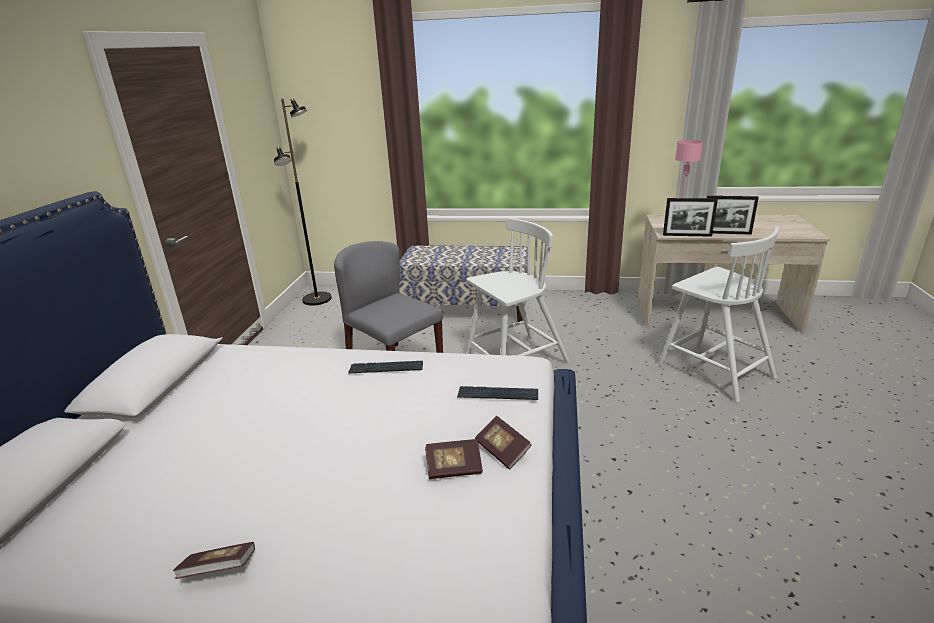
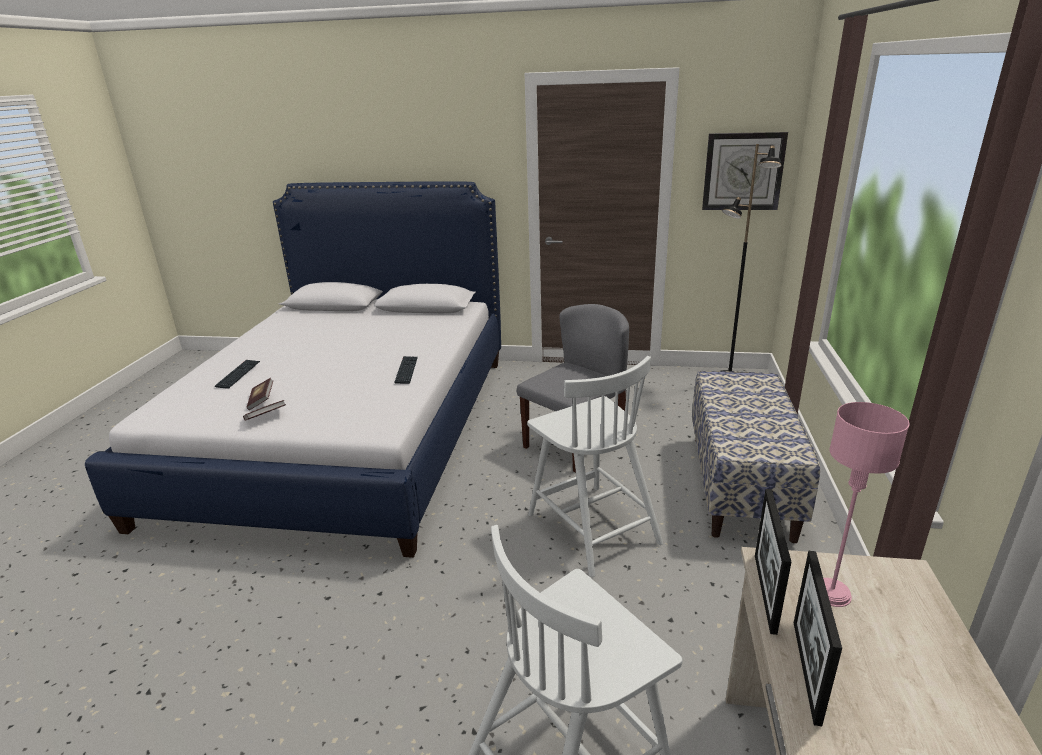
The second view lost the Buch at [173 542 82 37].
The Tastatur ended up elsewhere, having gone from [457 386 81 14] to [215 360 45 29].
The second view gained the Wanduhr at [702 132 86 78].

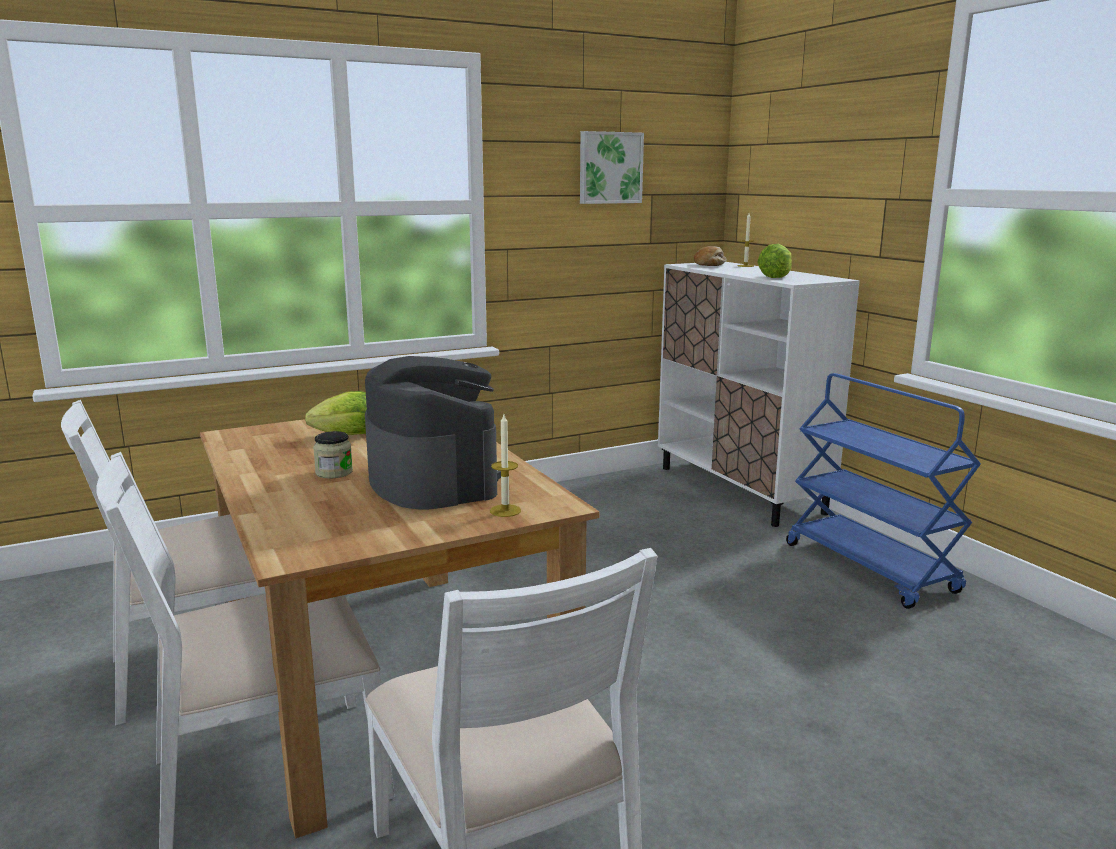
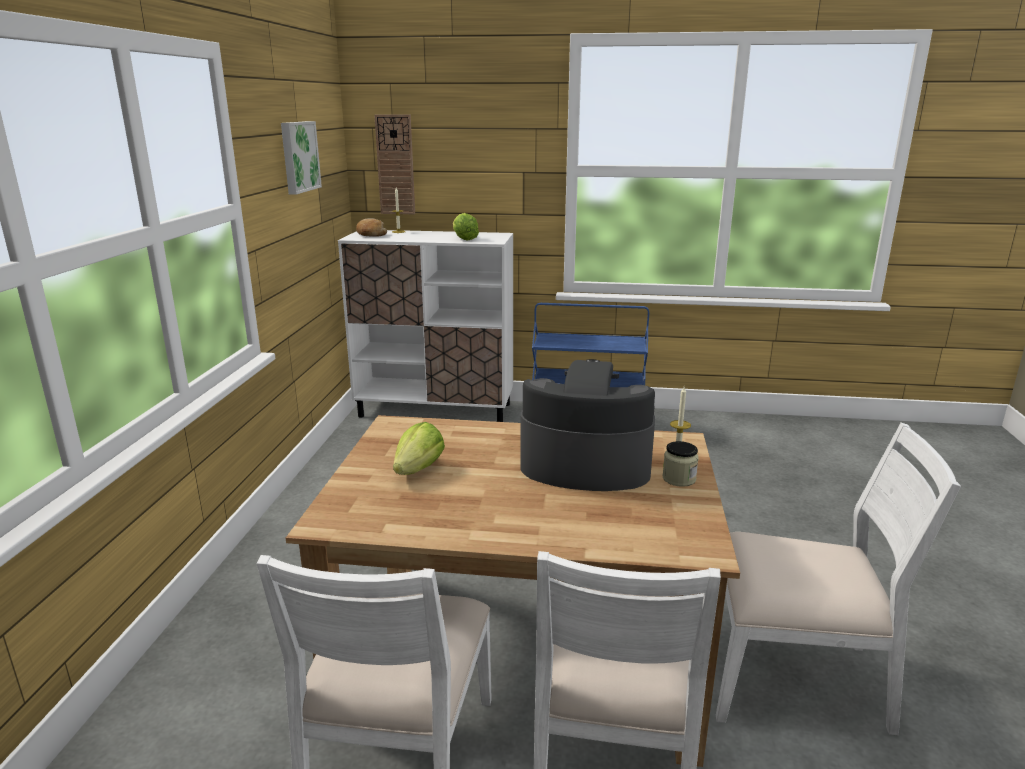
The Vorratsglas ended up elsewhere, having gone from [313 431 40 48] to [663 441 36 46].
The second view gained the Wanduhr at [374 115 41 99].

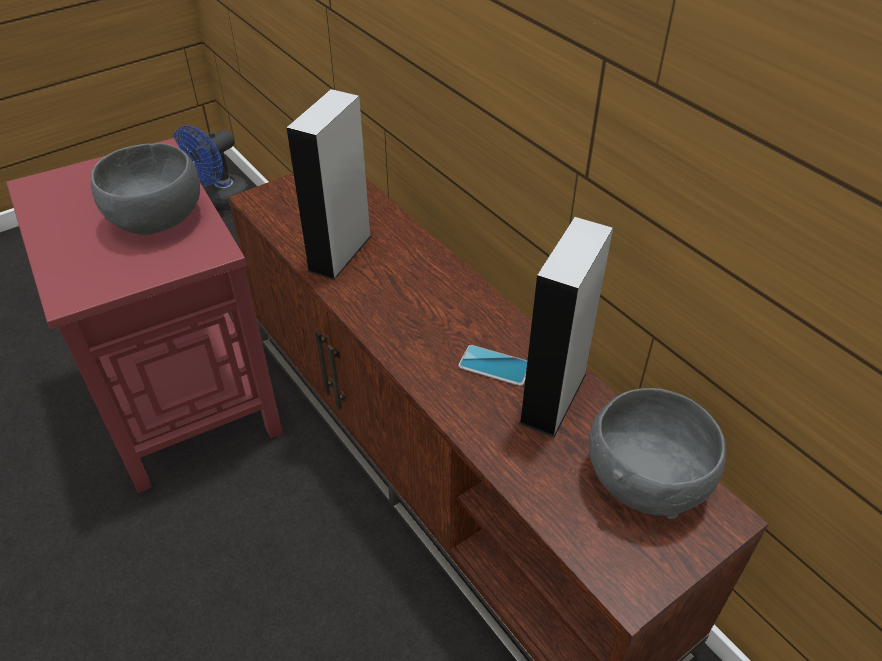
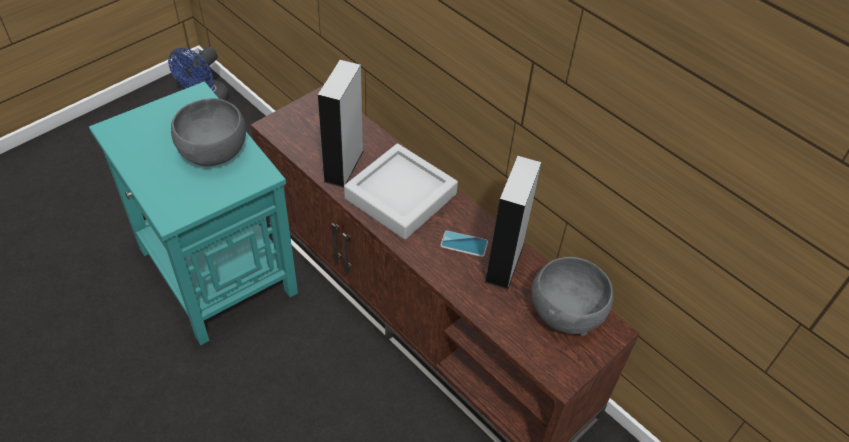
What was the Beistelltisch (rot) at [6 138 277 355] turned into the Beistelltisch (türkis) at [89 81 209 264].
The second view gained the Tablett (grau) at [344 143 114 96].

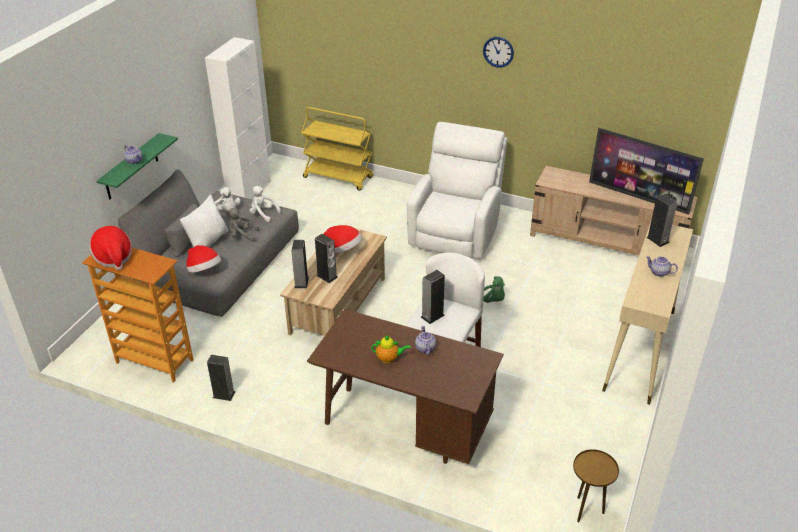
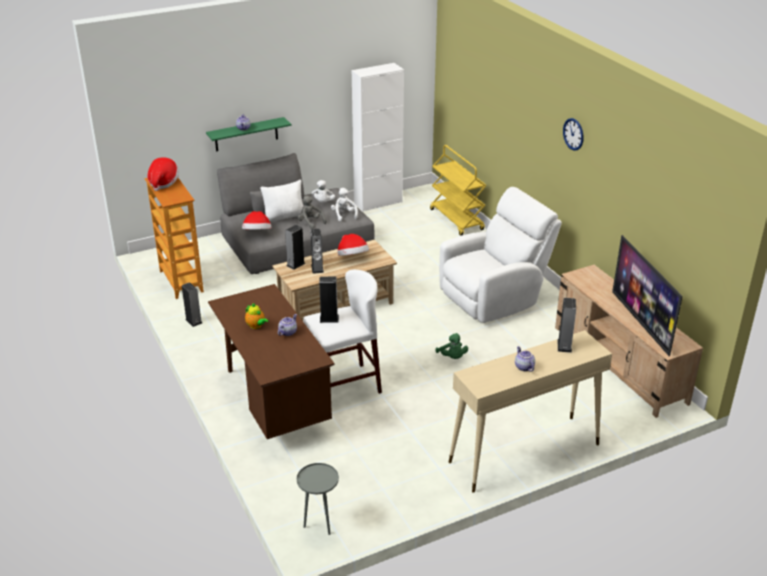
What was the Beistelltisch (braun) at [573 449 46 73] turned into the Beistelltisch (grau) at [297 463 42 72].

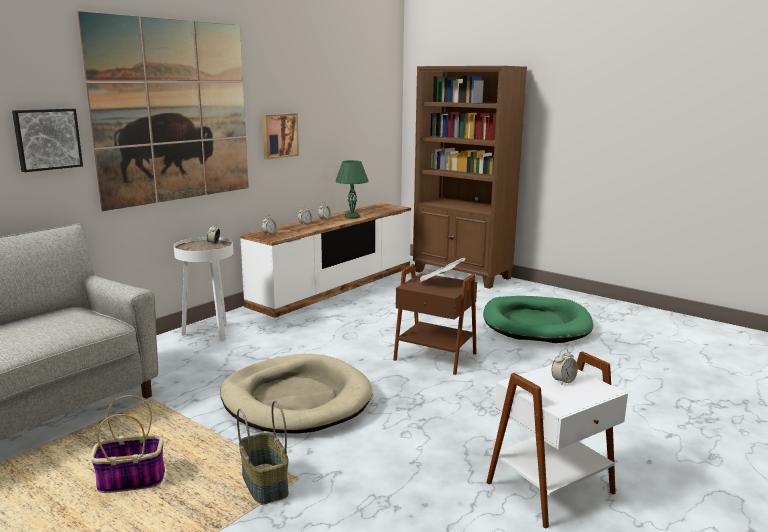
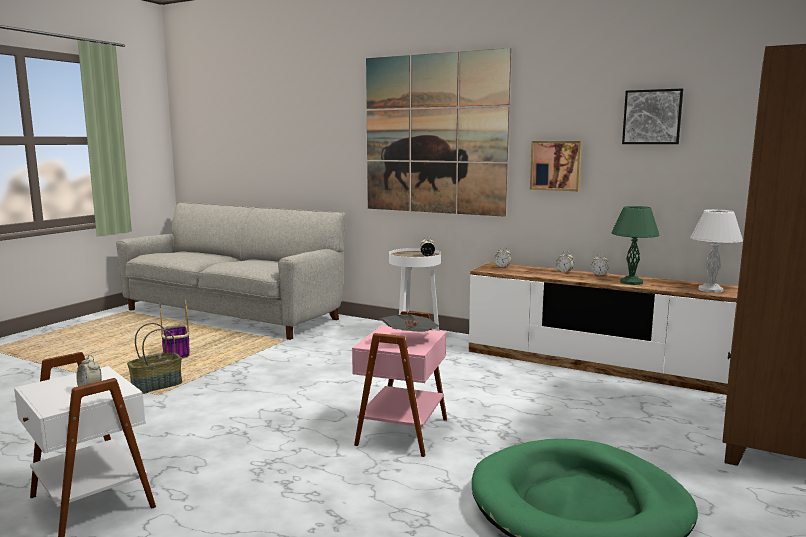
The Bild ended up elsewhere, having gone from [12 109 71 63] to [622 88 61 56].
The second view lost the Hundebett (beige) at [221 354 151 80].
What was the Beistelltisch (braun) at [393 264 84 111] turned into the Beistelltisch (rosa) at [352 311 95 146].
The second view gained the Tischlampe (weiß) at [690 209 53 84].

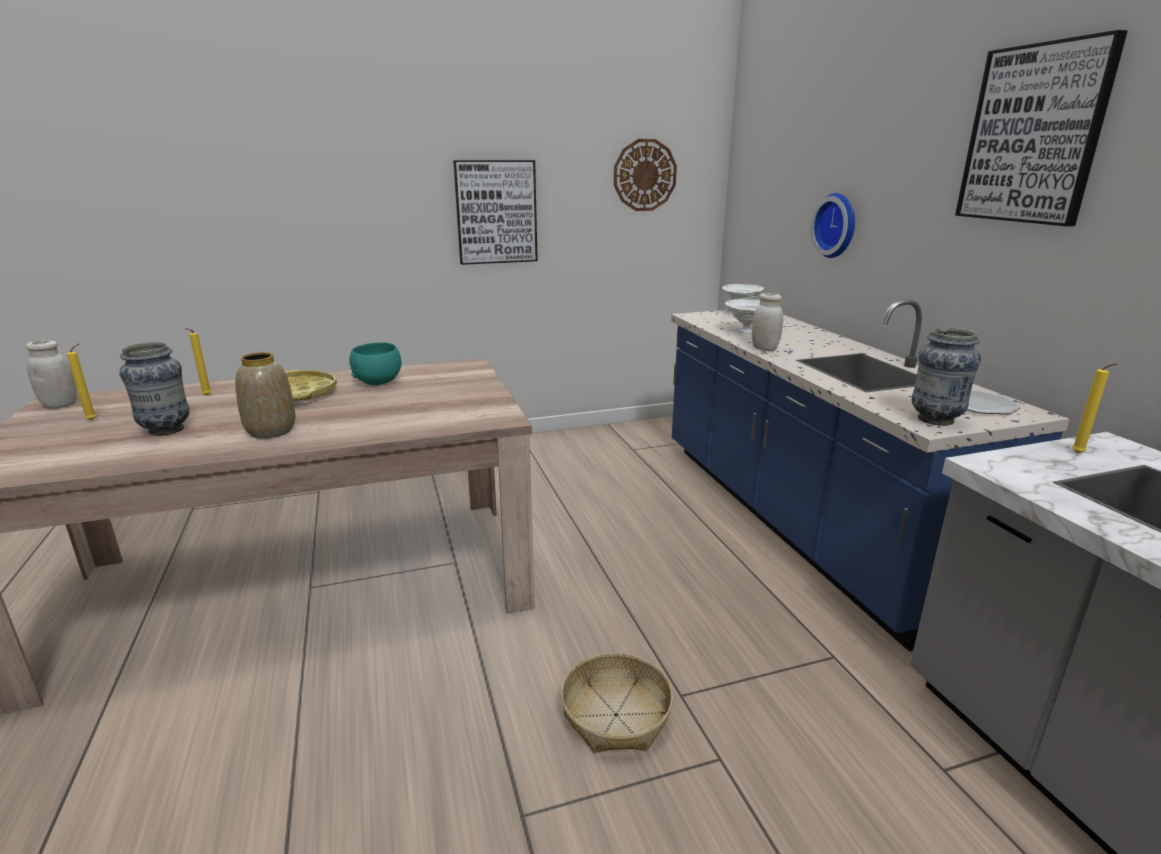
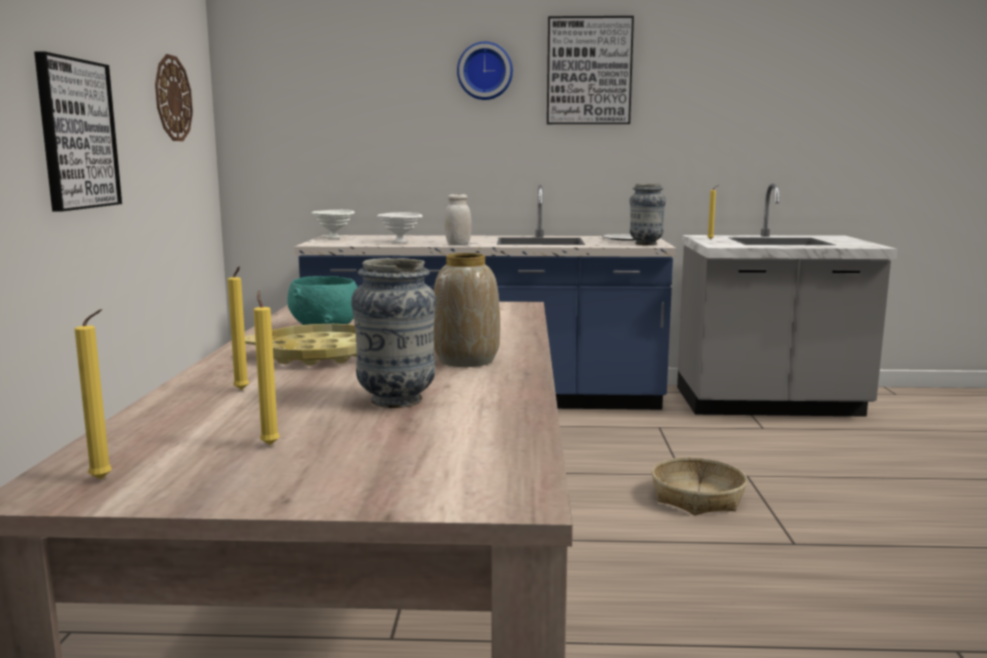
Where the Vorratsglas (weiß) stood at [25 340 52 68], the Kerze (gelb) came to stand at [74 309 38 170].
The Wanduhr ended up elsewhere, having gone from [810 193 45 65] to [457 41 56 59].

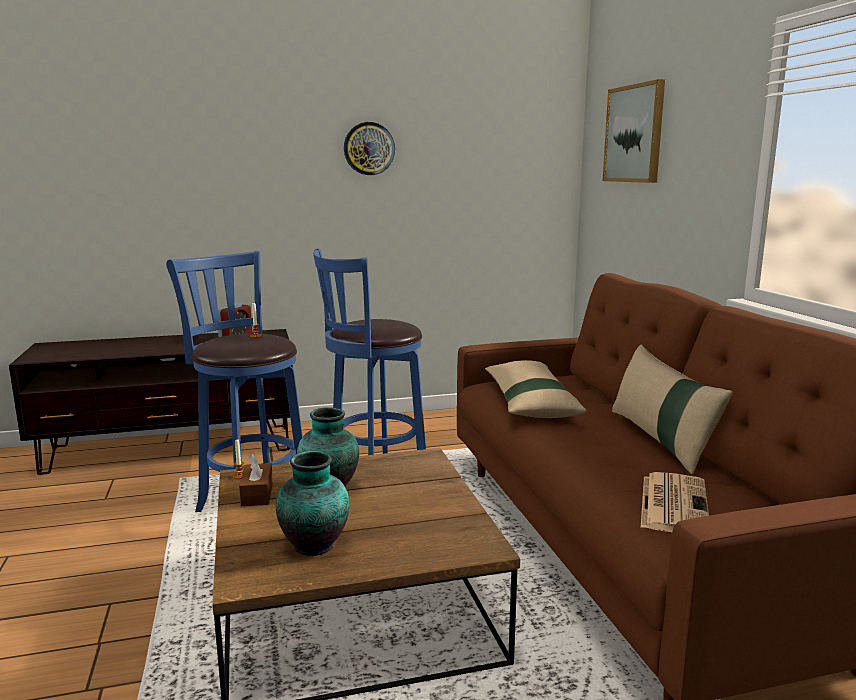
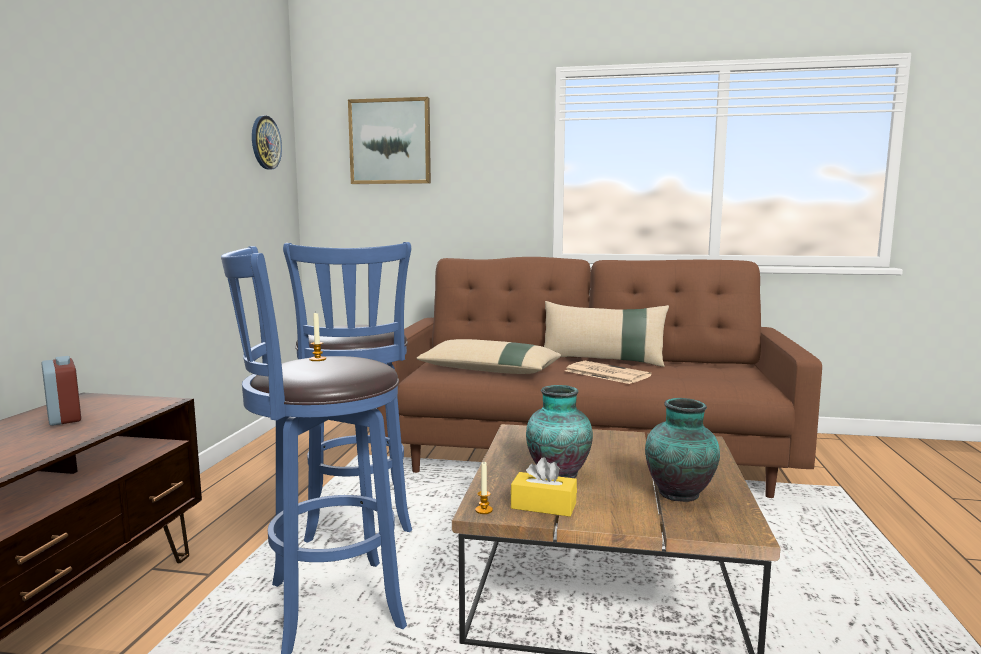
What was the Taschentuchbox (braun) at [239 454 34 52] turned into the Taschentuchbox (gelb) at [511 458 66 59].
The Wanduhr ended up elsewhere, having gone from [344 122 51 53] to [252 116 30 54].
The Zeitung ended up elsewhere, having gone from [641 472 68 60] to [565 361 86 23].

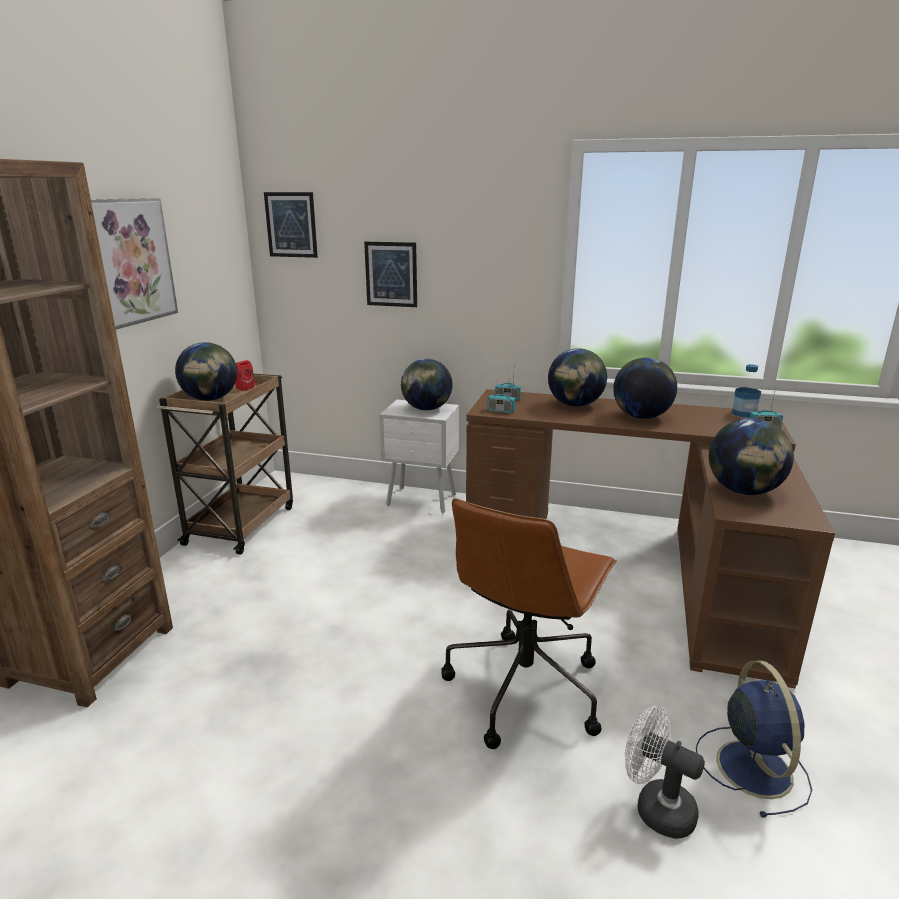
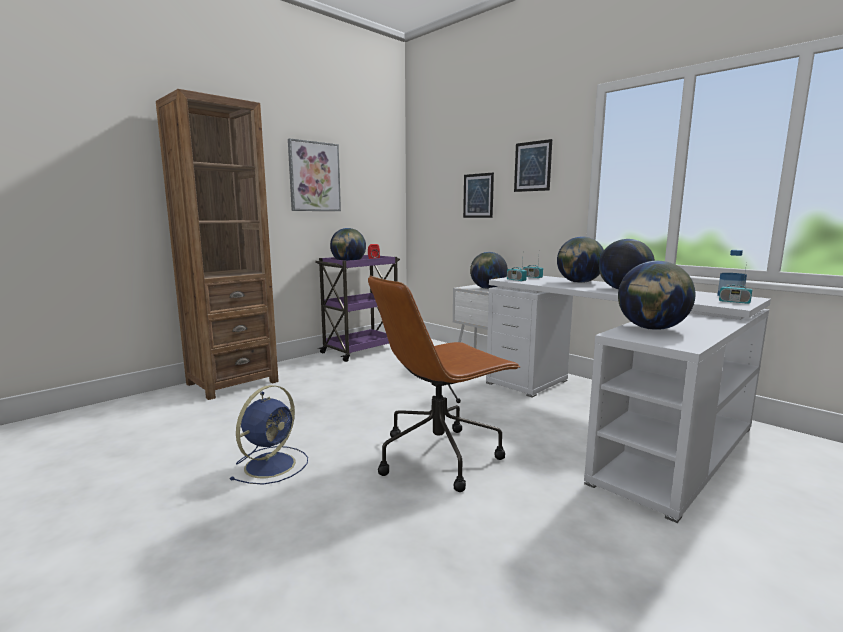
What was the Rollwagen (braun) at [157 374 136 181] turned into the Rollwagen (lila) at [315 255 85 107].
The Bild ended up elsewhere, having gone from [264 192 54 66] to [514 139 38 53].
What was the Schreibtisch (braun) at [466 389 369 299] turned into the Schreibtisch (weiß) at [486 276 285 247].
The second view lost the Ventilator (weiß) at [625 706 80 133].
The Ventilator (blau) ended up elsewhere, having gone from [696 661 116 157] to [229 385 79 100].

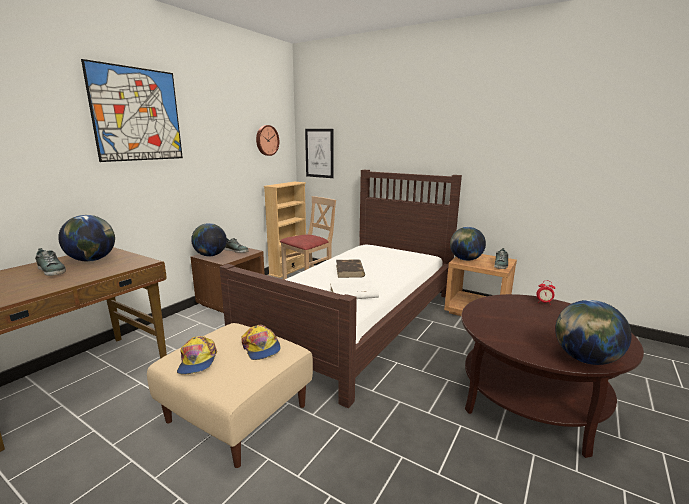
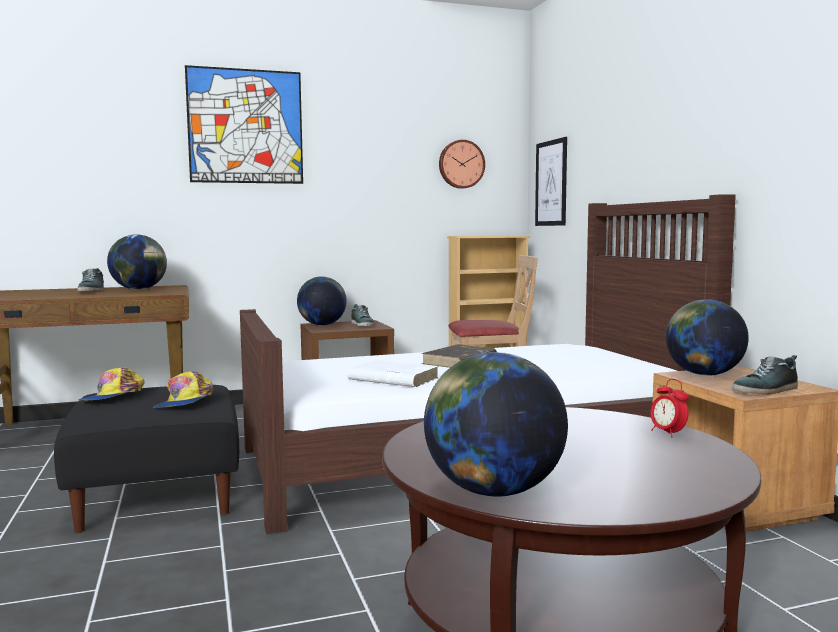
What was the Polsterhocker (beige) at [147 323 166 145] turned into the Polsterhocker (schwarz) at [54 385 185 148].

